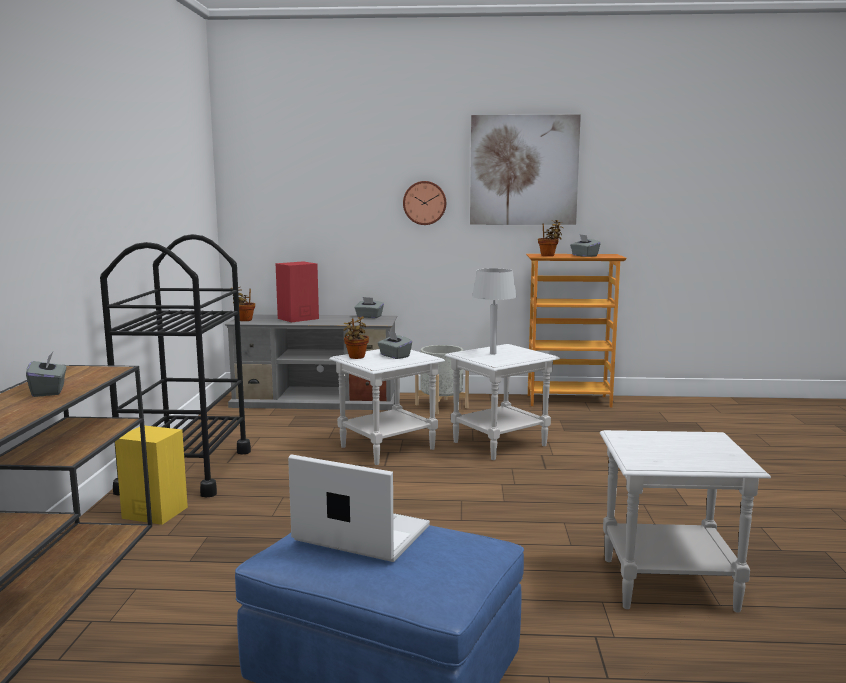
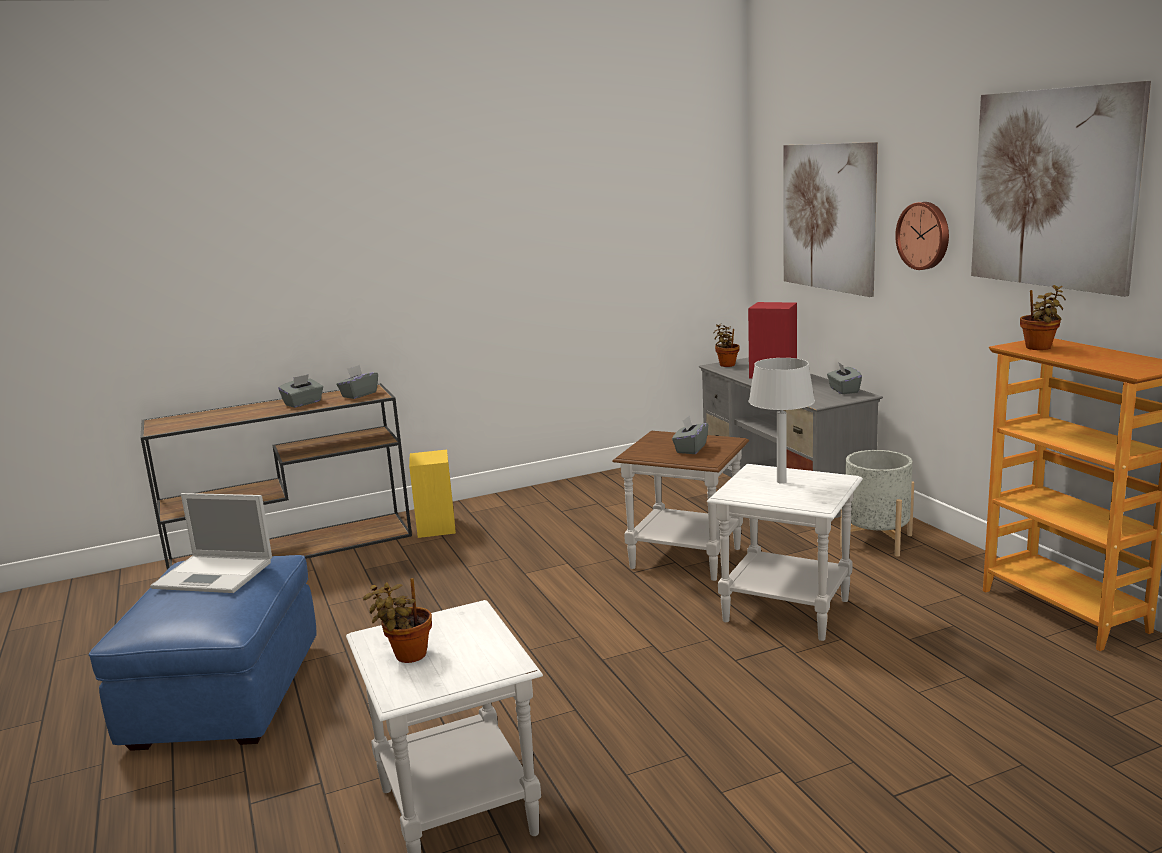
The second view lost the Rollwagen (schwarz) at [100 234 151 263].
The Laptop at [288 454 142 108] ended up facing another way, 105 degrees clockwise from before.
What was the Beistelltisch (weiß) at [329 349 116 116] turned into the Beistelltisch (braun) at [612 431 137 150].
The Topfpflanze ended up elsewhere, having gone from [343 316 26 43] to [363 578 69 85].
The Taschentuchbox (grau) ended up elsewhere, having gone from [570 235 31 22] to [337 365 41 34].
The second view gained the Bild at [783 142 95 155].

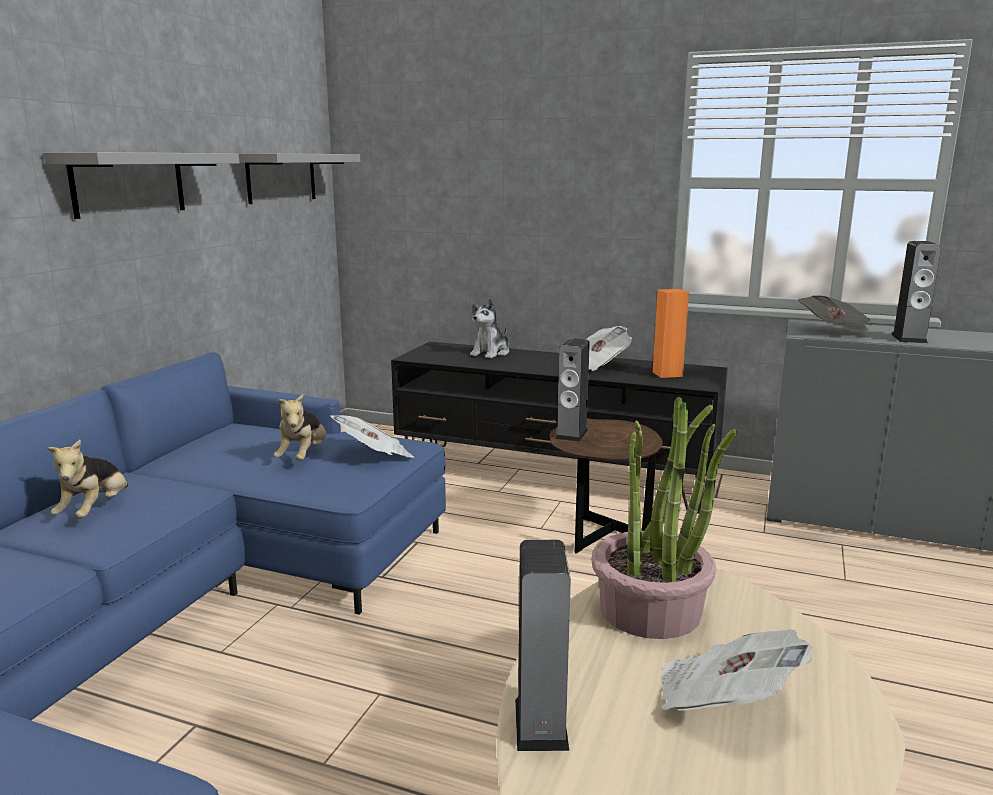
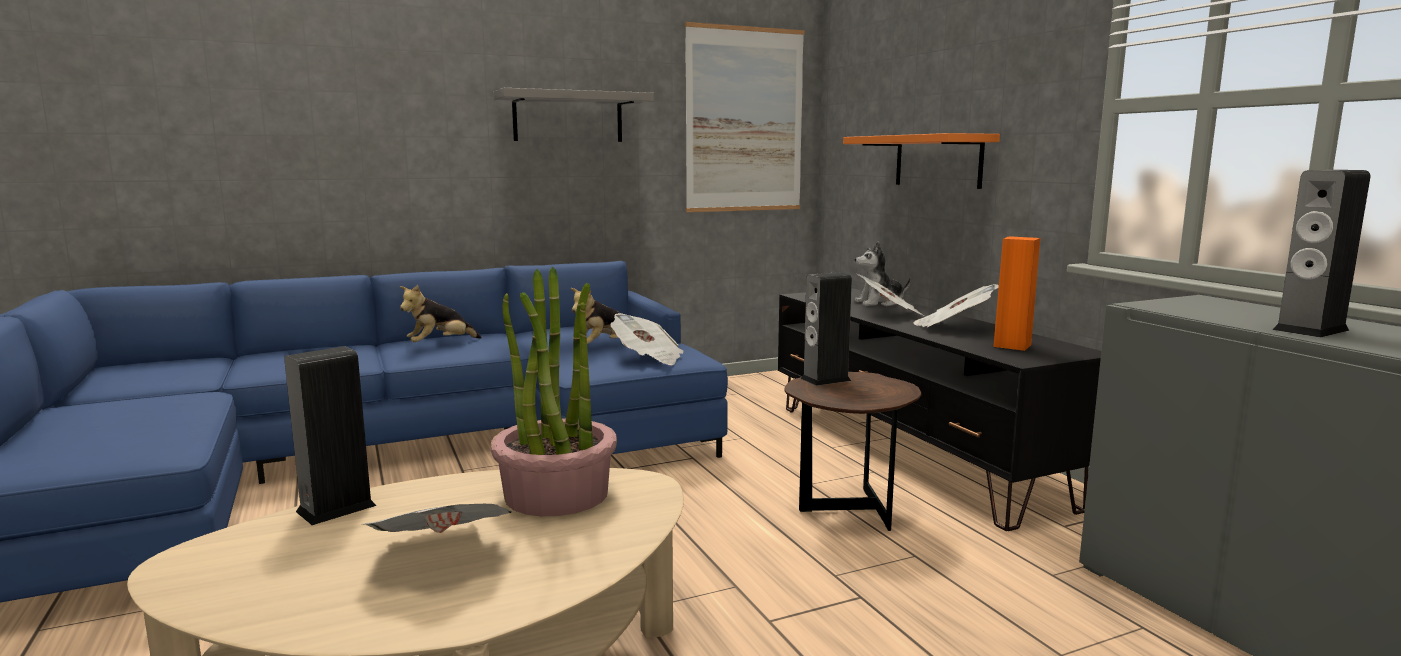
Where the Wandregal (grau) hung at [238 153 122 51], the Bild came to hang at [685 22 120 190].
The Zeitung ended up elsewhere, having gone from [798 295 73 35] to [855 273 71 44].
The second view gained the Wandregal (orange) at [843 133 157 56].

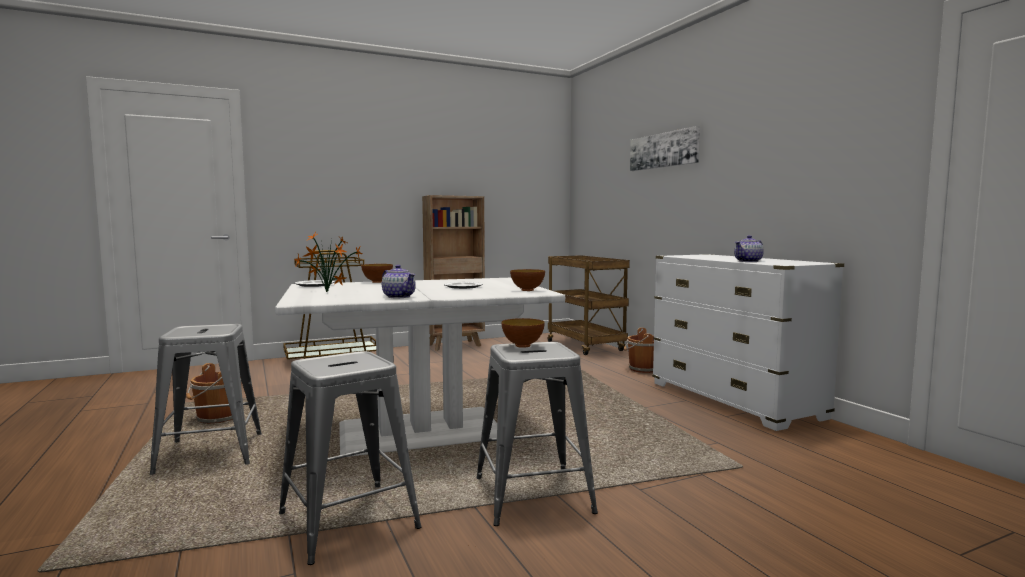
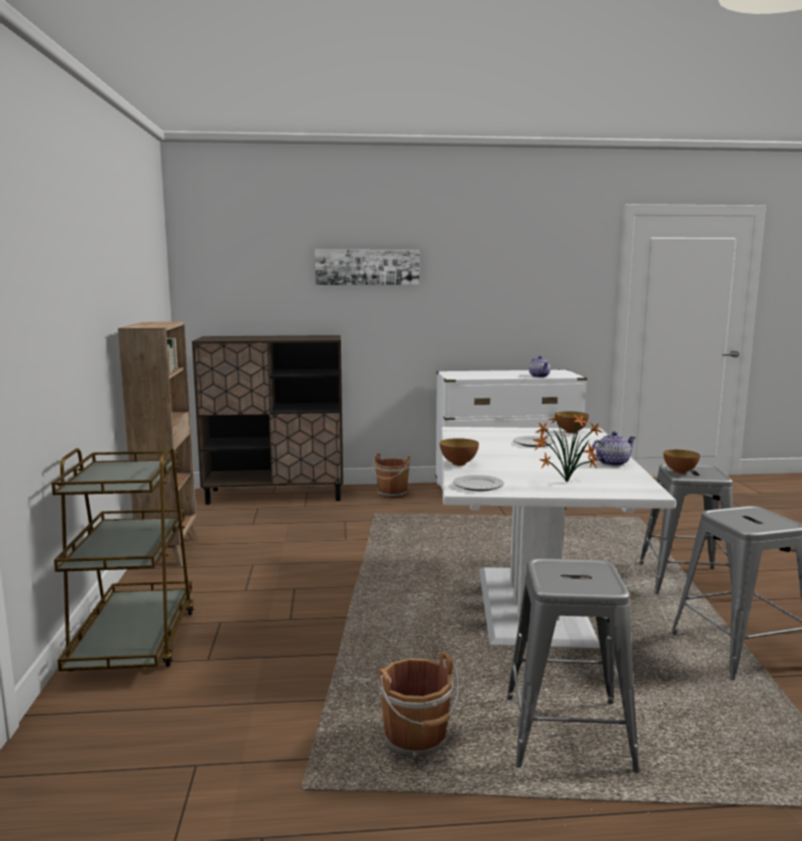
Where the Rollwagen (braun) stood at [548 255 82 100], the Schrank (braun) came to stand at [192 335 151 170].

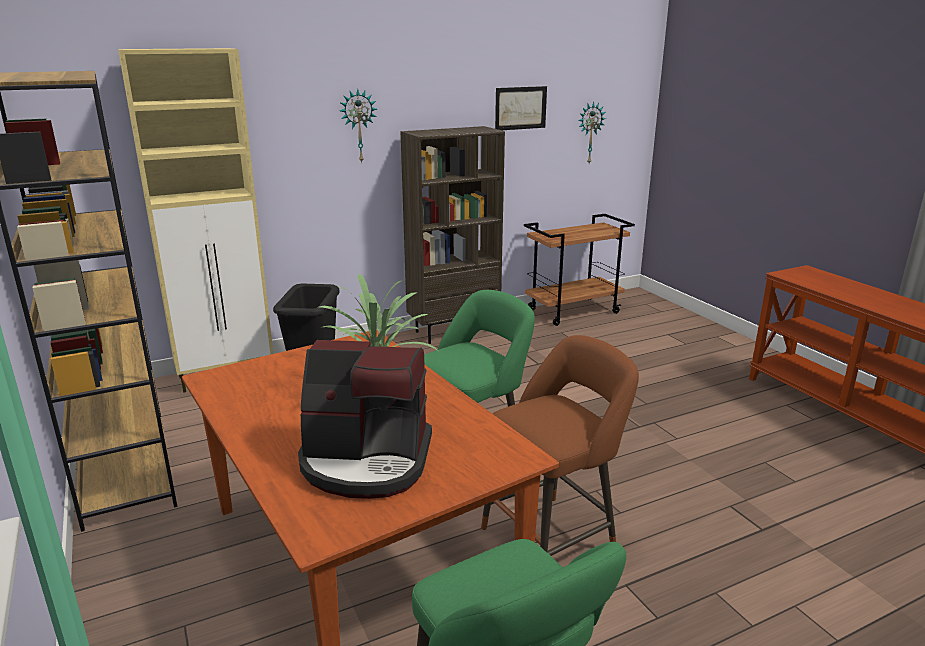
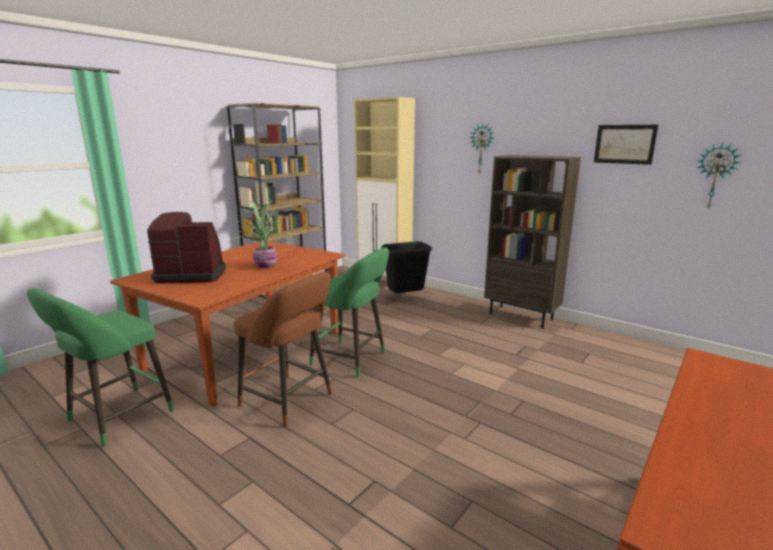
The Kaffeemaschine at [298 340 134 159] ended up facing another way, 105 degrees clockwise from before.
The second view lost the Rollwagen (braun) at [524 214 111 112].

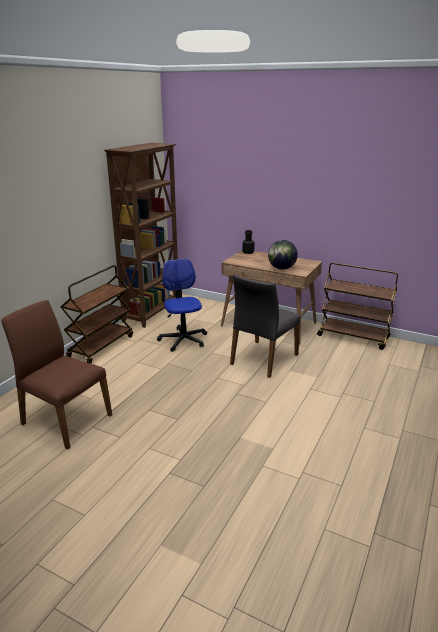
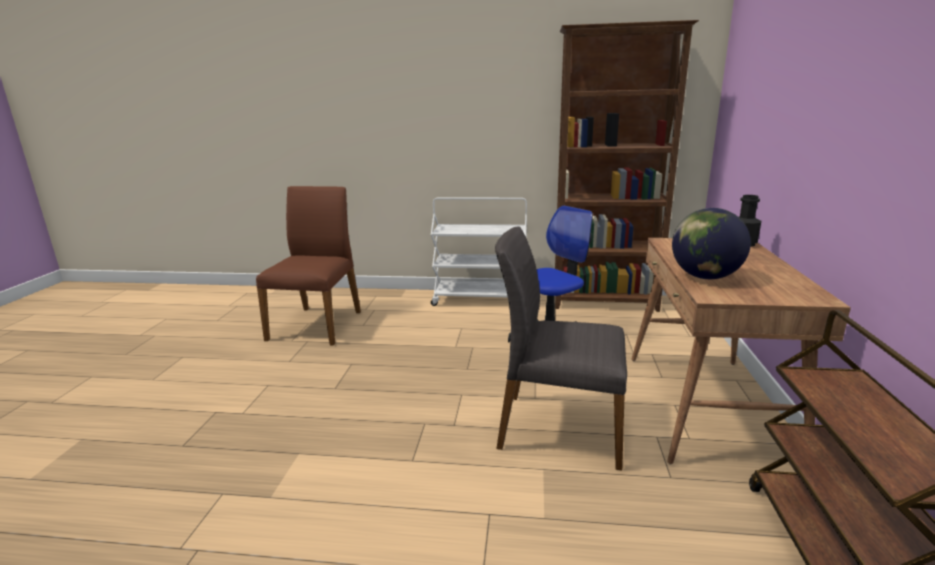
What was the Rollwagen (braun) at [61 265 72 99] turned into the Rollwagen (weiß) at [431 198 96 108].

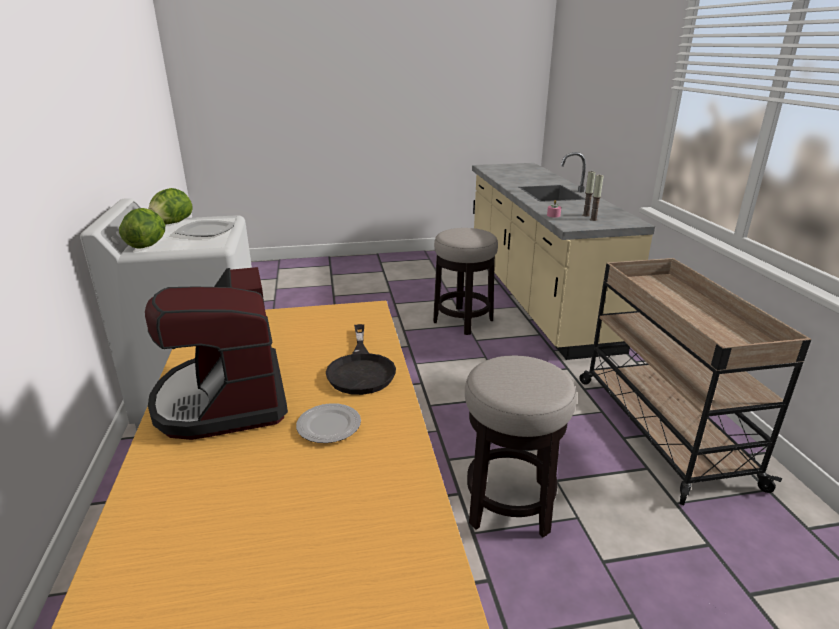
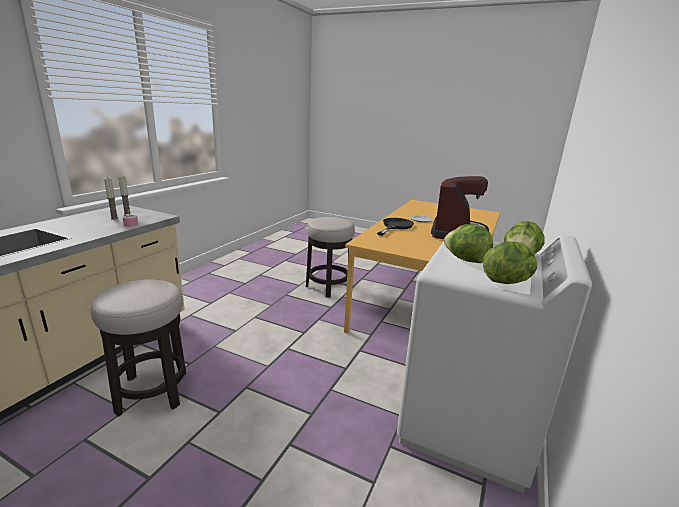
Where the Teller stood at [175 220 60 17], the Salatkopf came to stand at [444 224 49 39].
The second view lost the Rollwagen (beige) at [579 258 232 247].

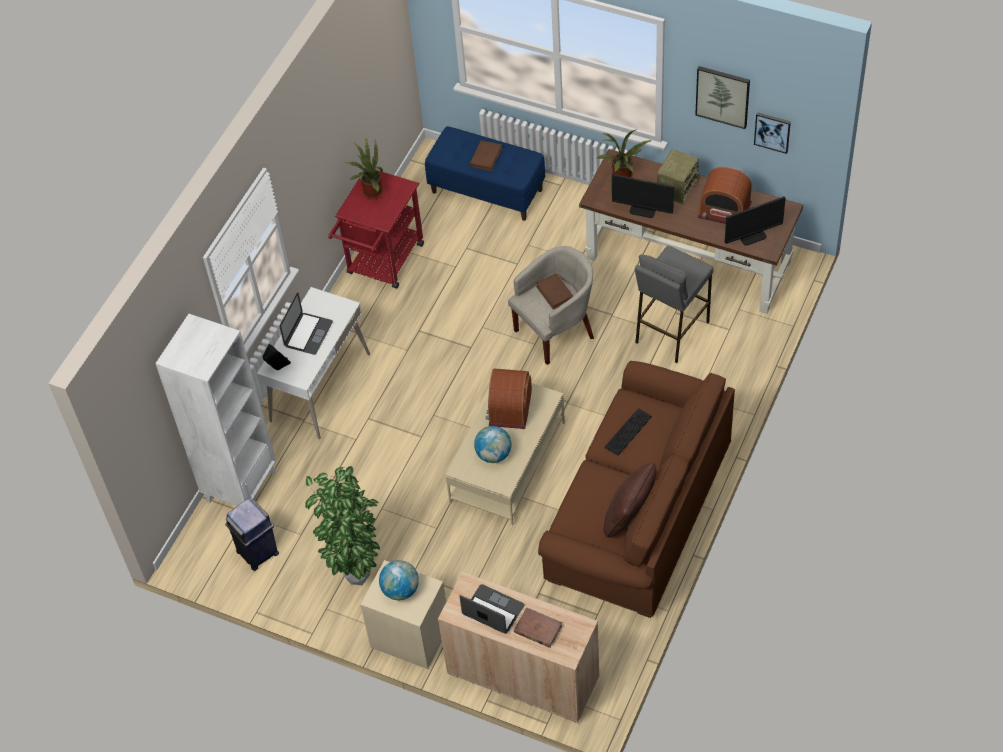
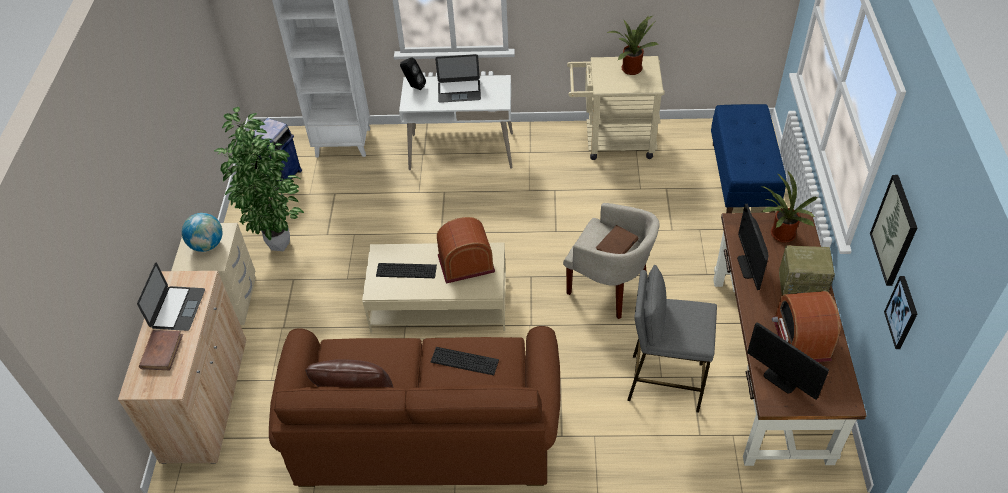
What was the Rollwagen (rot) at [328 168 96 121] turned into the Rollwagen (beige) at [567 56 98 104].
The second view lost the Buch (braun) at [470 140 33 31].
Where the Globus stood at [474 426 37 37], the Tastatur came to stand at [376 263 61 15].

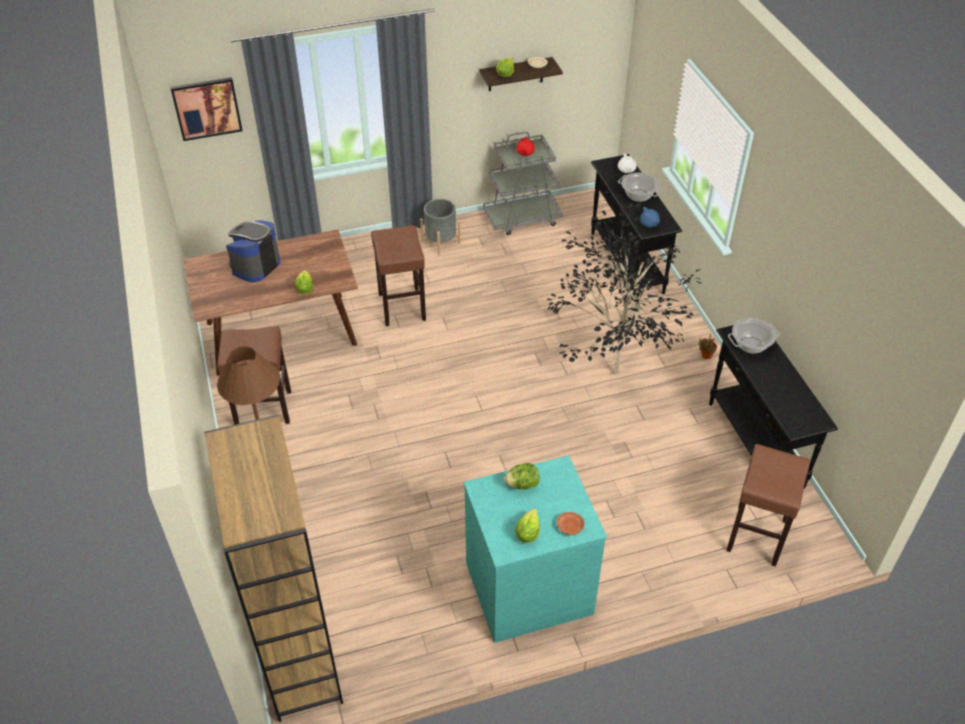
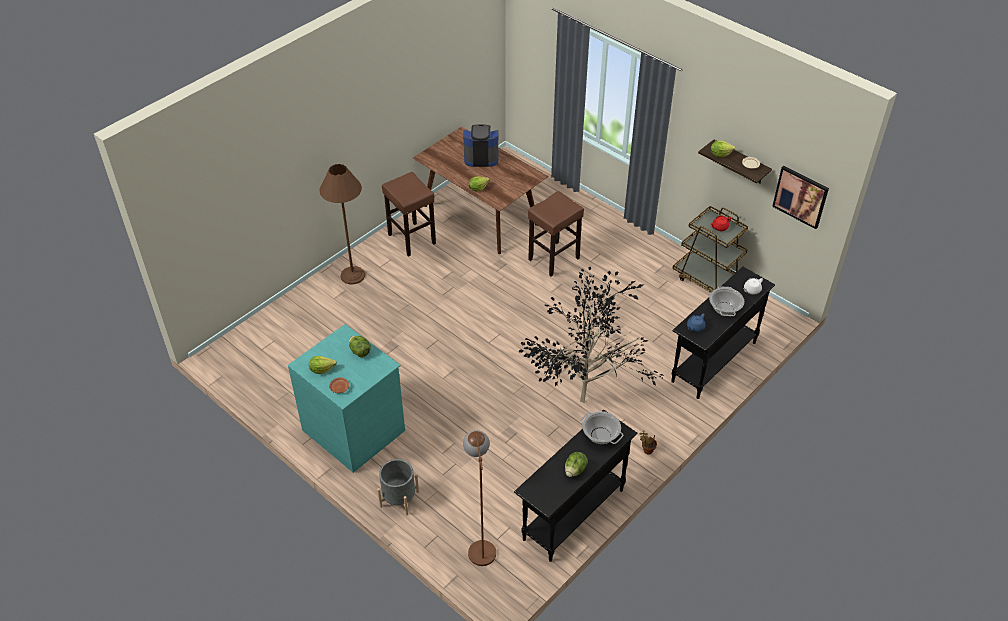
The Bild ended up elsewhere, having gone from [170 77 73 64] to [772 166 57 63].
The second view lost the Bücherregal (braun) at [204 415 139 307].
The Pflanzkübel (grau) ended up elsewhere, having gone from [420 199 41 56] to [377 459 42 56].
What was the Rollwagen (grau) at [483 132 80 103] turned into the Rollwagen (braun) at [672 206 76 86].
Where the Hocker (braun) stood at [726 444 85 123], the Stehlampe (braun) came to stand at [463 430 33 136].
The second view gained the Salatkopf at [565 452 23 25].

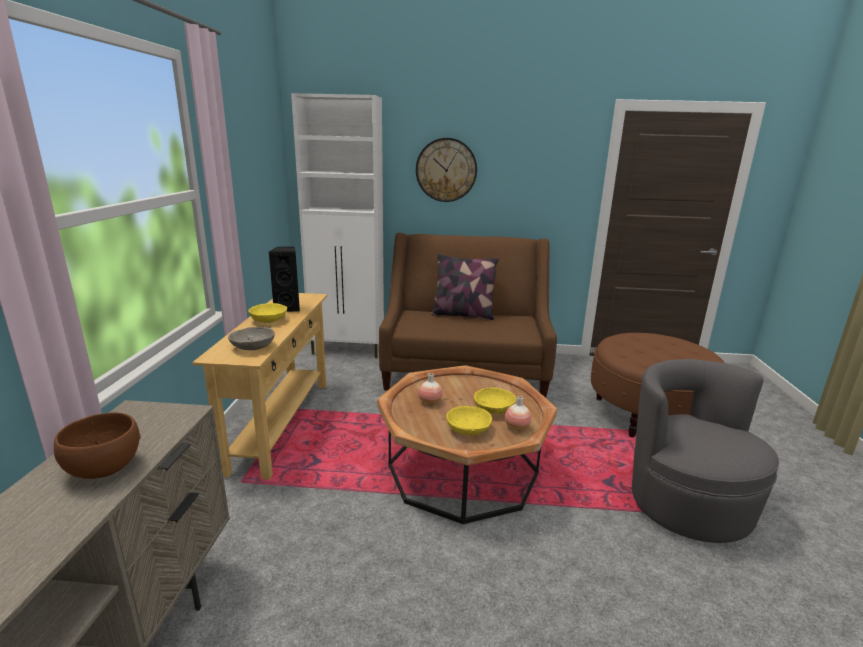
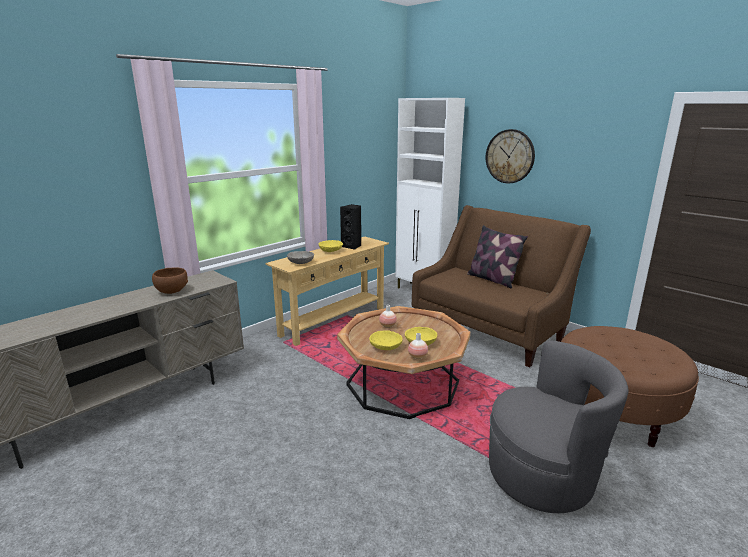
The Sessel (grau) at [632 359 147 184] ended up facing another way, 75 degrees clockwise from before.

